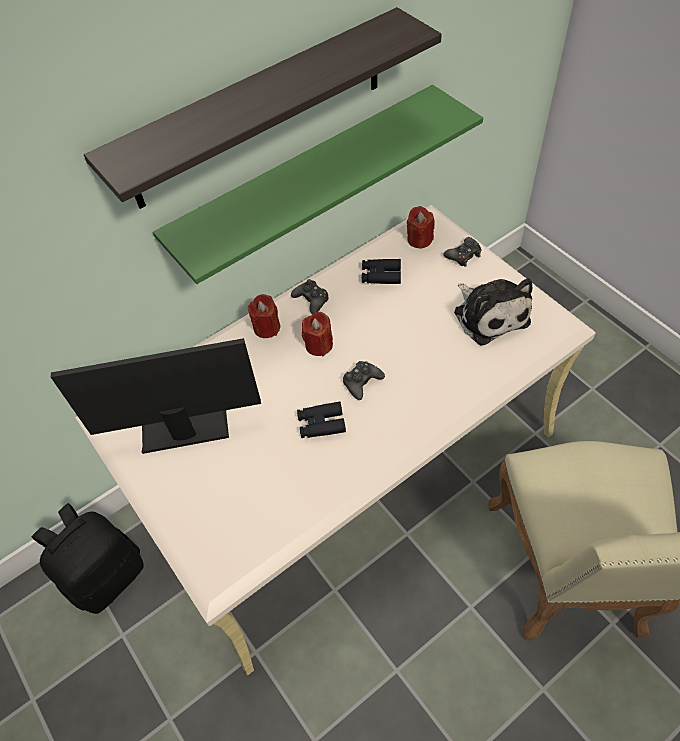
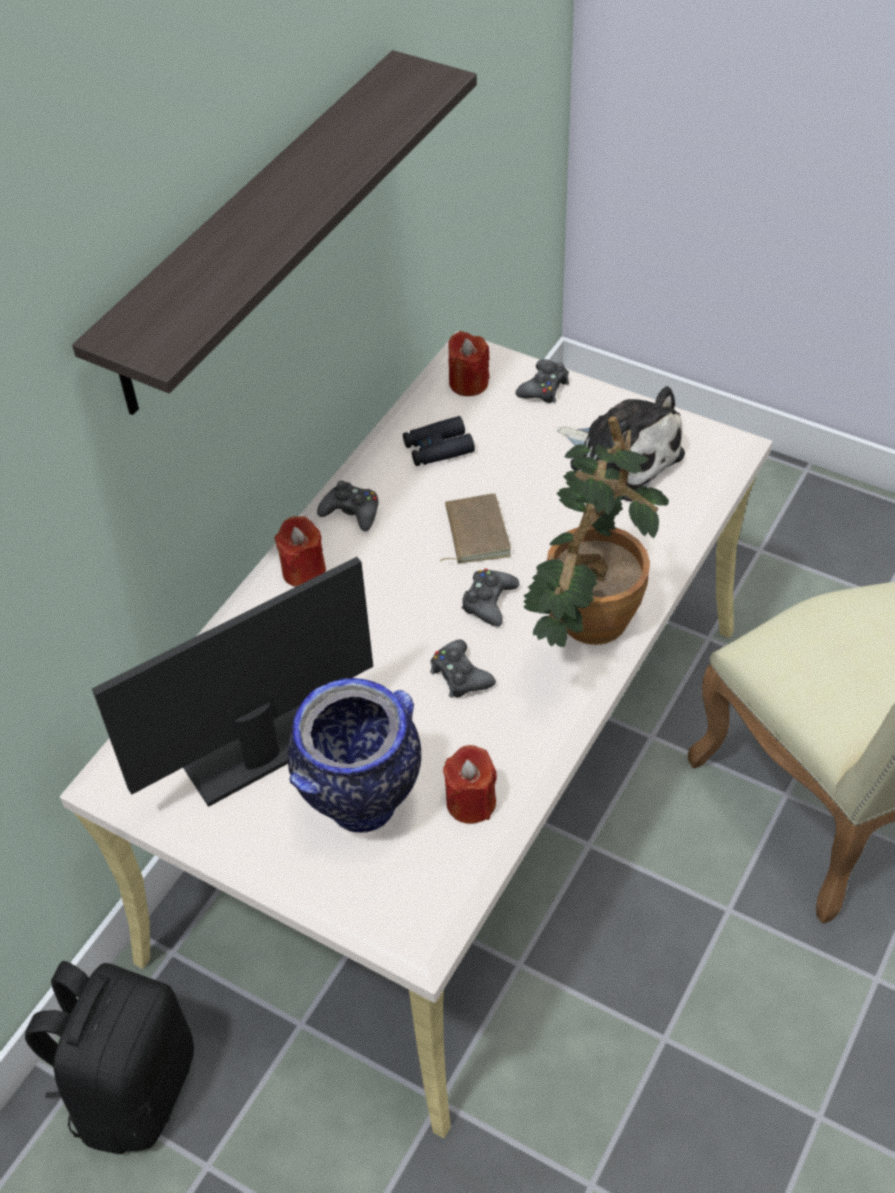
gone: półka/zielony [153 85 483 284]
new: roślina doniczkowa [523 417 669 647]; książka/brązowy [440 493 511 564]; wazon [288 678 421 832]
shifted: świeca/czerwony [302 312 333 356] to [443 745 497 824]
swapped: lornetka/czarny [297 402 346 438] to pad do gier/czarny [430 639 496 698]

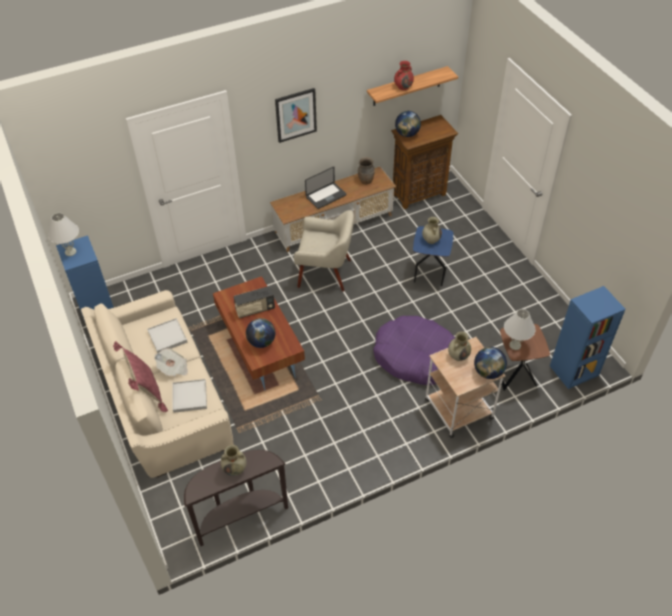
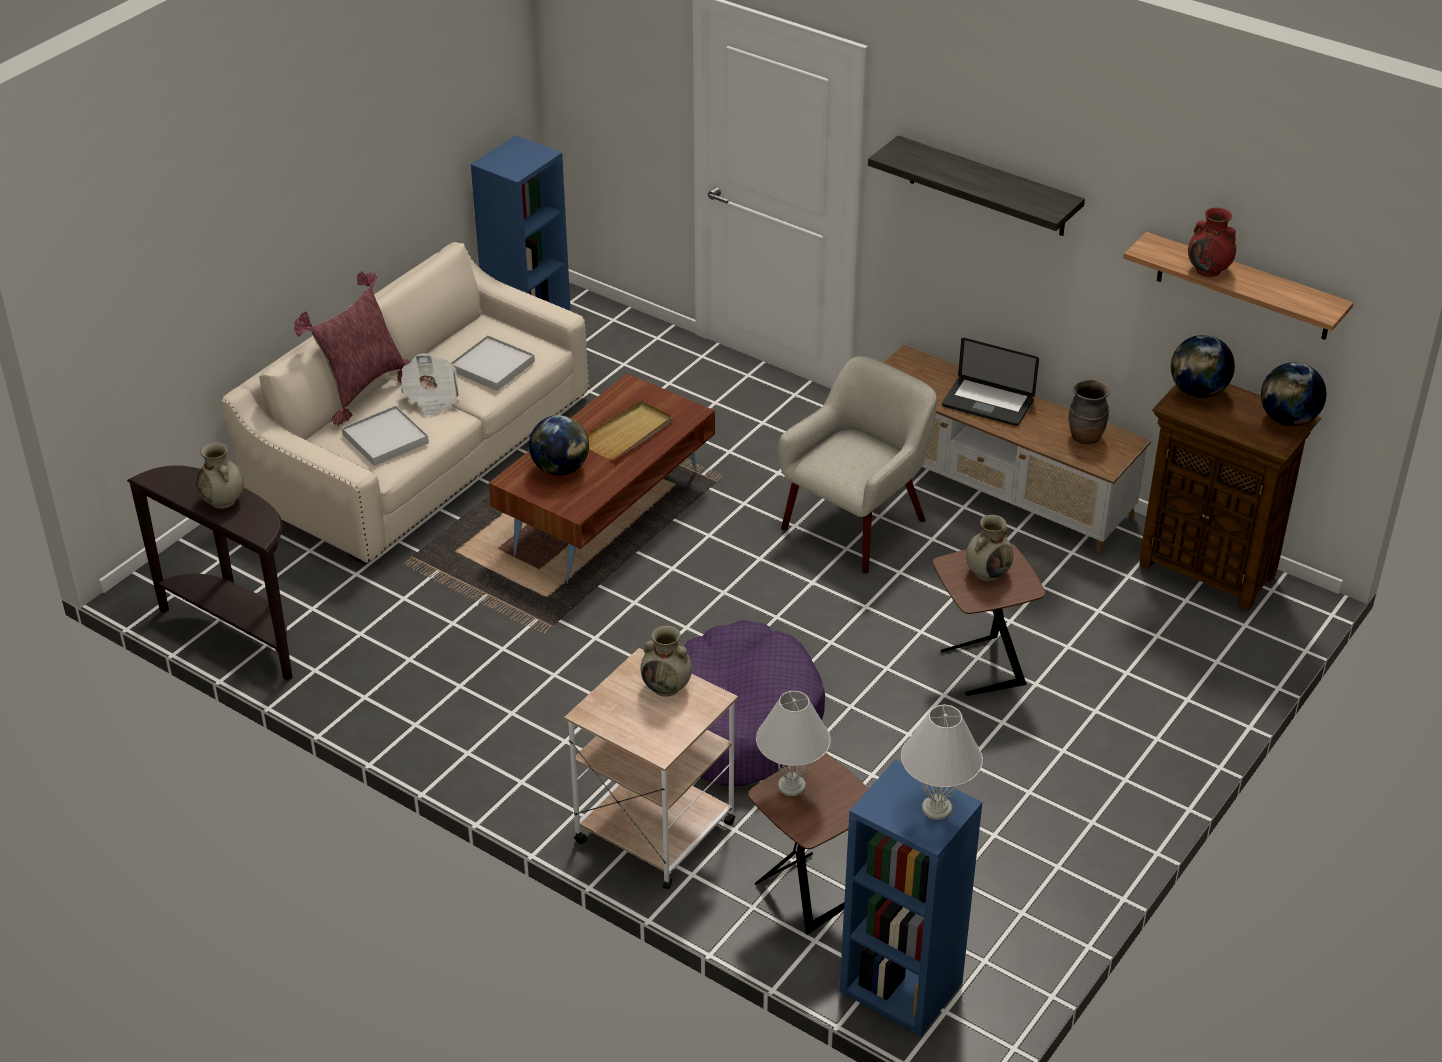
shifted: lampa stołowa/biały [48 213 79 256] to [901 705 983 820]; globus [474 347 507 379] to [1261 362 1327 426]
swapped: obraz [275 88 317 143] to półka [868 135 1085 236]; radio [233 286 275 318] to taca/beżowy [587 400 673 460]
repainted: stolik/niebieski [413 226 453 286] to stolik/brązowy [933 543 1045 696]
rotated: fotel/beżowy [294 210 354 292] = [778 356 937 573] 120 degrees counterclockwise

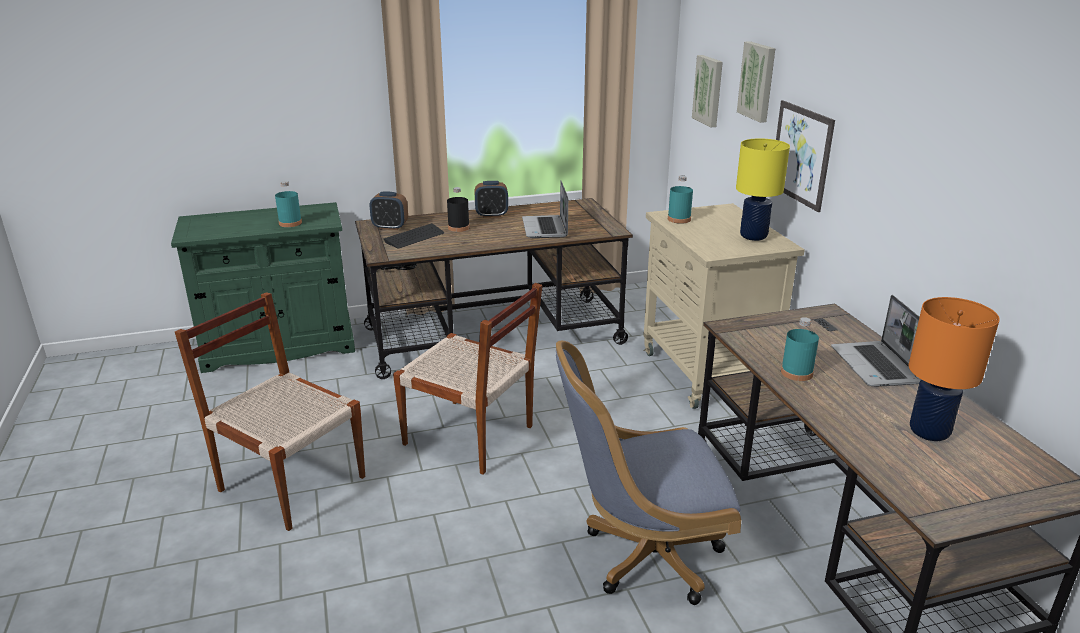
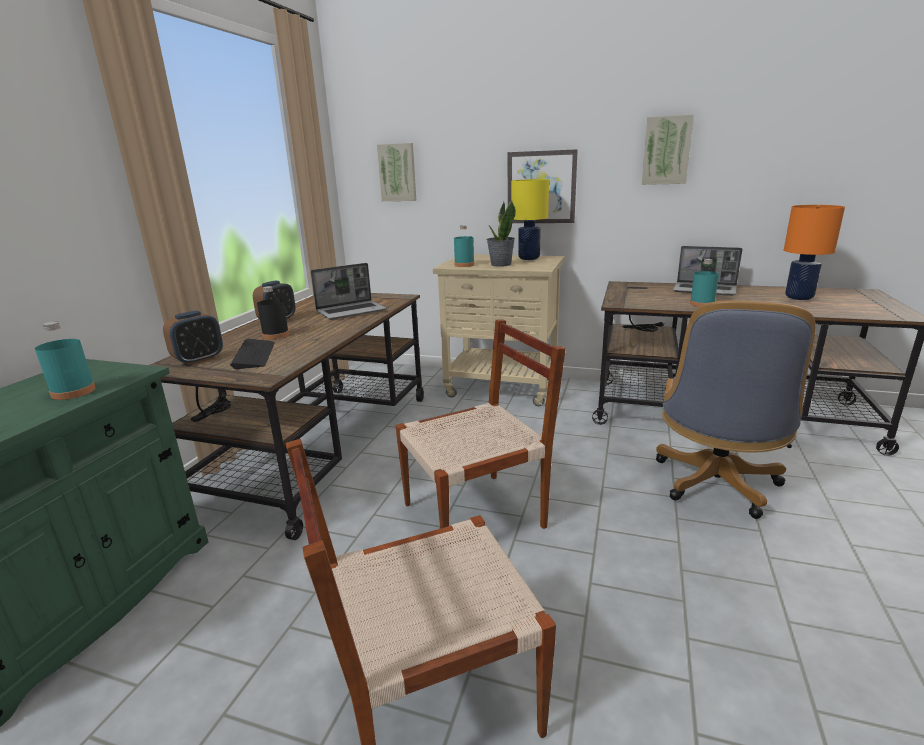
new: roślina doniczkowa [487 200 516 267]
shifted: obraz [737 41 775 123] to [642 114 694 185]
rotated: laptop [522 180 568 238] = [311 263 387 320] 60 degrees counterclockwise

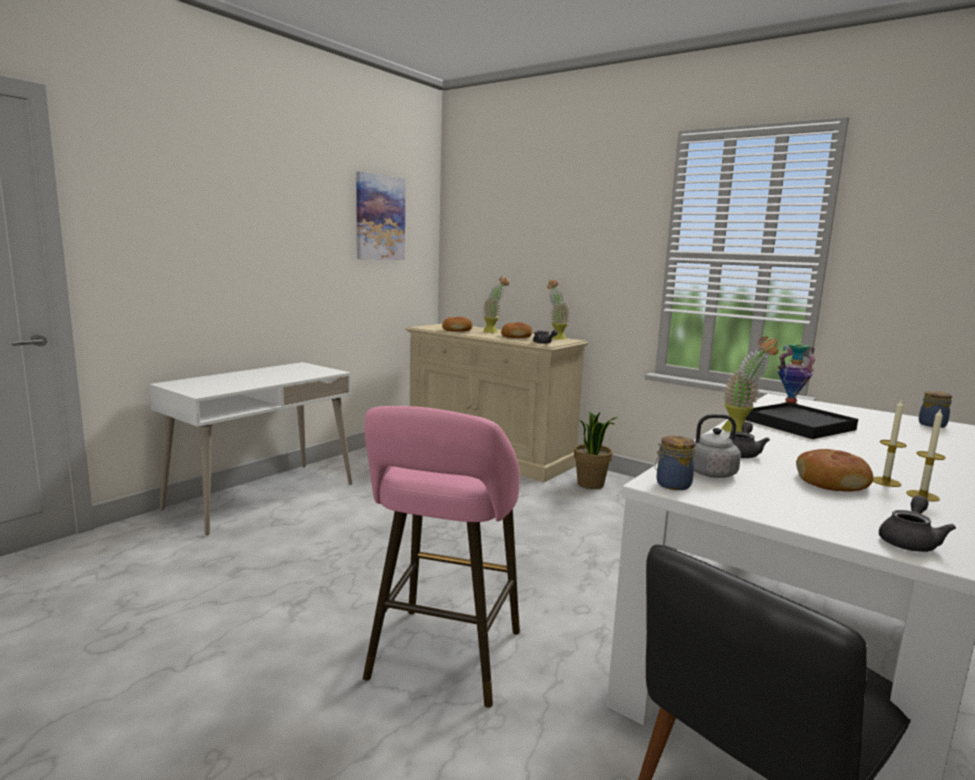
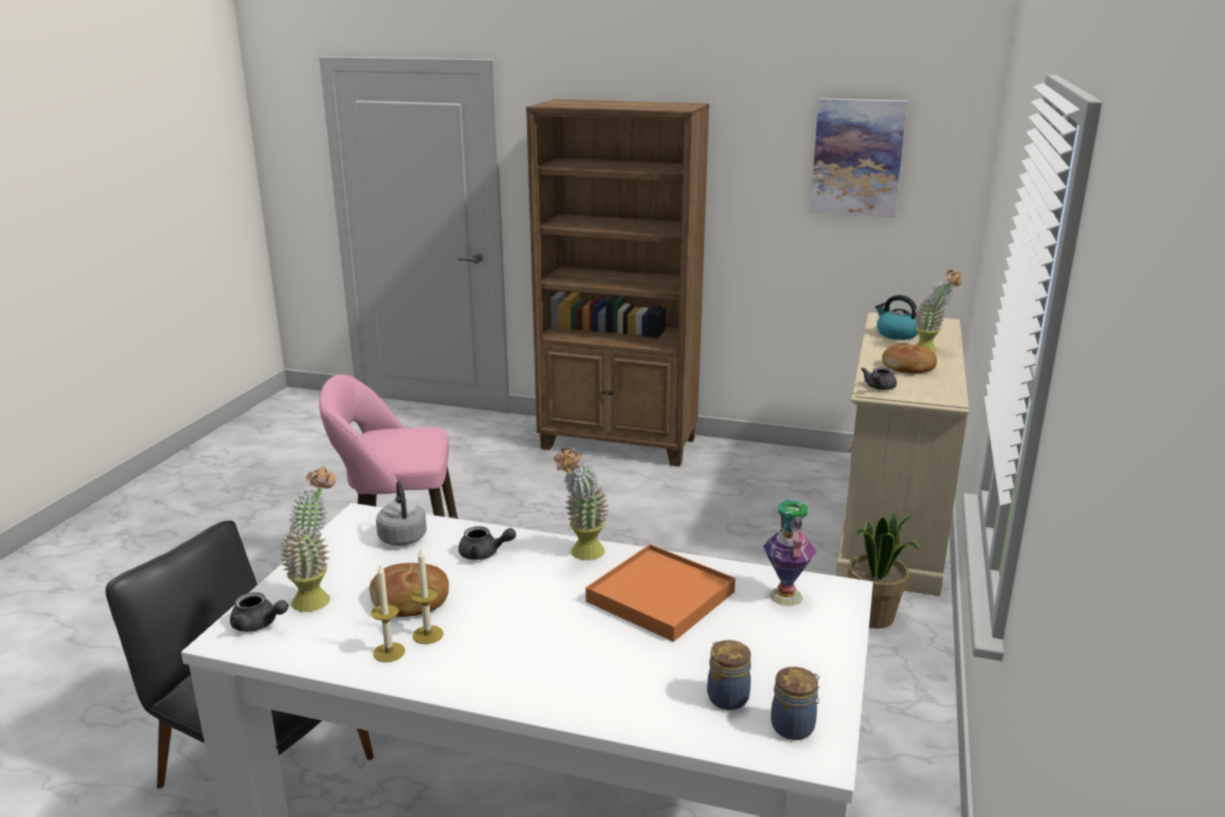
shifted: roślina doniczkowa [547 280 570 340] to [280 466 336 612]; słoik [655 436 695 490] to [707 640 751 710]
swapped: chleb [442 317 473 332] to czajnik [875 295 918 340]; biurko/biały [149 362 352 535] to regał/brązowy [526 99 710 467]
repainted: taca/czarny [745 402 858 439] to taca/pomarańczowy [586 544 735 642]

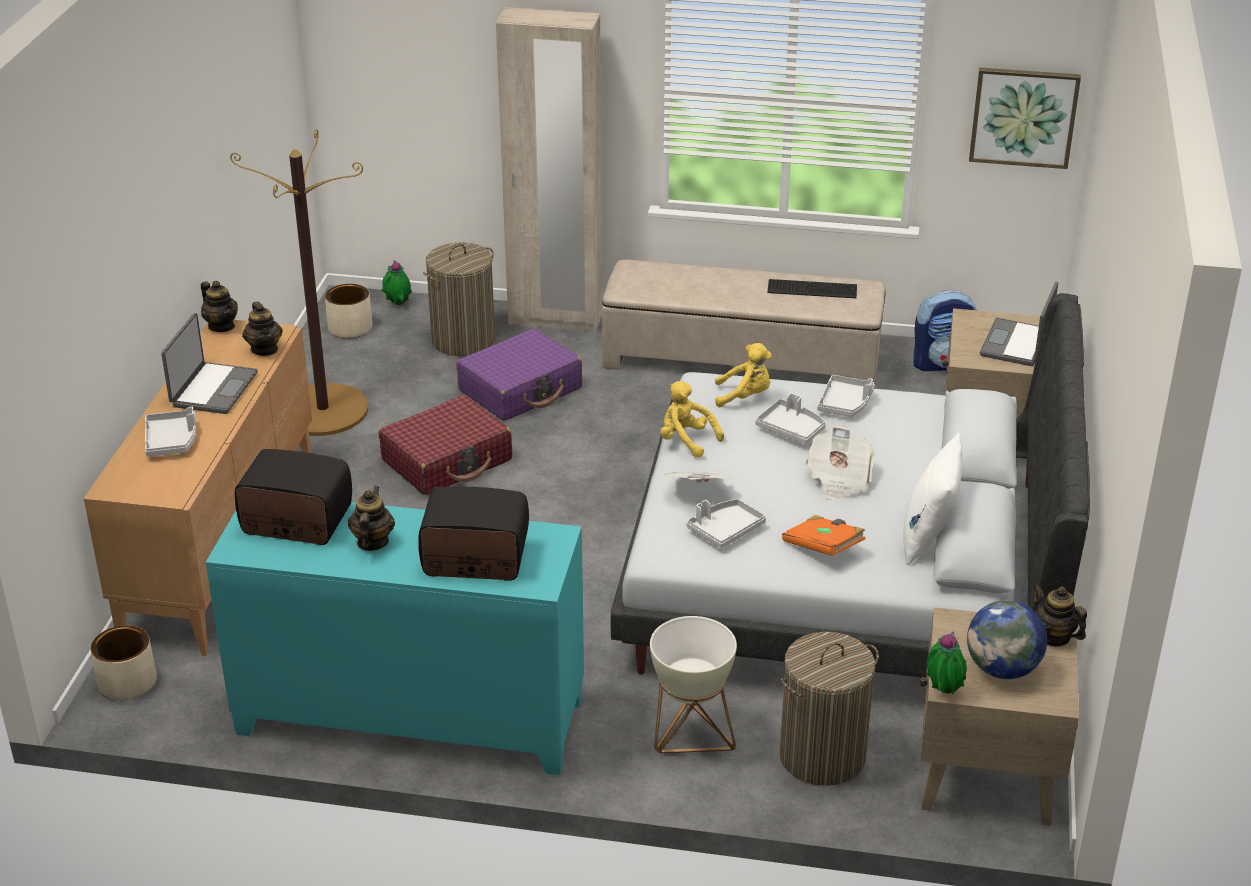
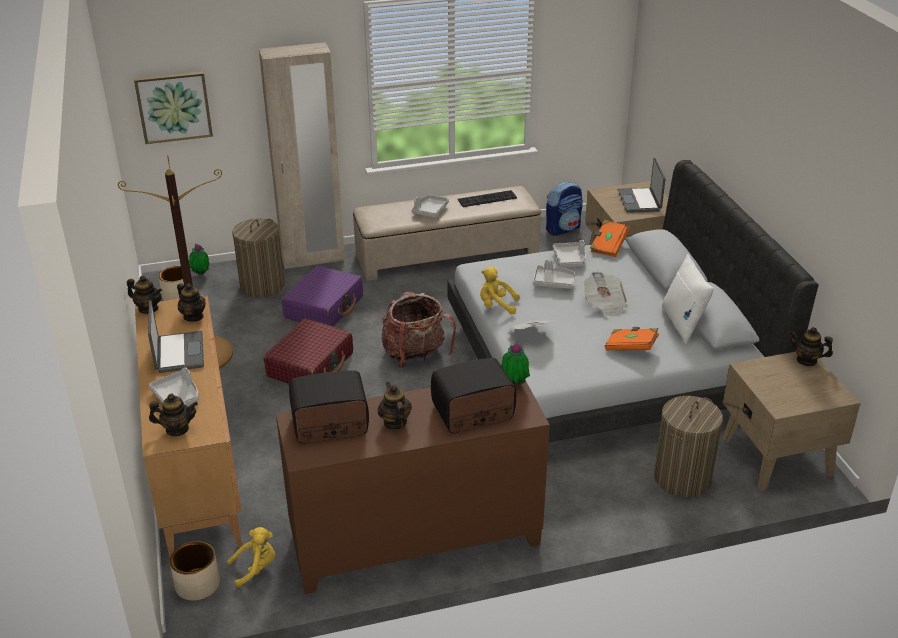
gone: globus [967 600 1047 679]; donica [650 616 737 753]
new: książka/pomarańczowy [590 220 630 257]; plecak [382 292 456 368]; imbryk [149 393 198 436]
shifted: obraz [969 68 1081 169] to [134 72 213 144]; pluszak/żółty [715 343 772 407] to [227 527 275 588]; taca/szary [686 499 766 548] to [412 195 449 218]; roślina doniczkowa [927 631 967 694] to [501 341 530 385]
repainted: szafka/turkusowy [206 502 584 775] to szafka/brązowy [276 380 550 594]

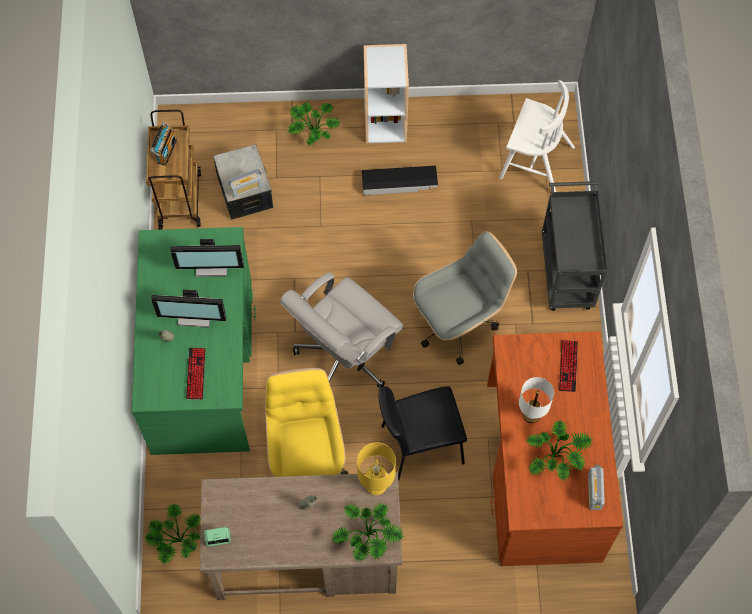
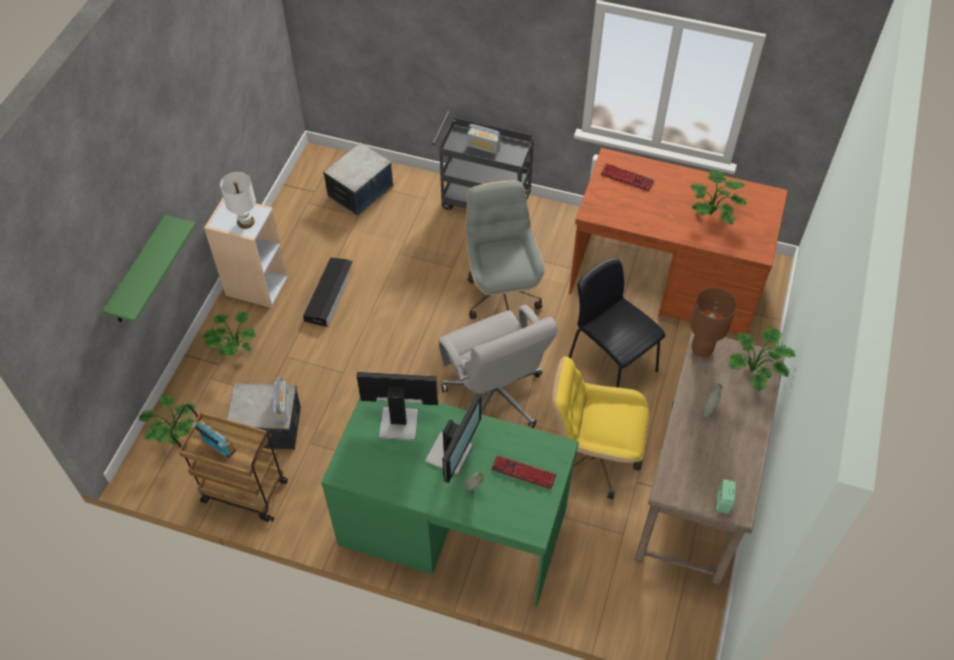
new: półka/zielony [102 215 196 322]
shifted: lampa stołowa/biały [519 377 554 423] to [220 172 256 229]; radio [588 465 605 510] to [467 124 501 154]; roślina doniczkowa [145 503 201 565] to [139 394 196 445]
swapped: krzesło/biały [499 80 575 192] to pojemnik do przechowywania [323 142 393 216]
repainted: lampa stołowa/żółty [357 442 396 495] to lampa stołowa/brązowy [690 287 737 357]
rotated: monitor [170 239 244 277] = [357 372 438 441] 105 degrees counterclockwise; krzesło/czarny [379 386 467 481] = [569 257 665 387] 135 degrees clockwise

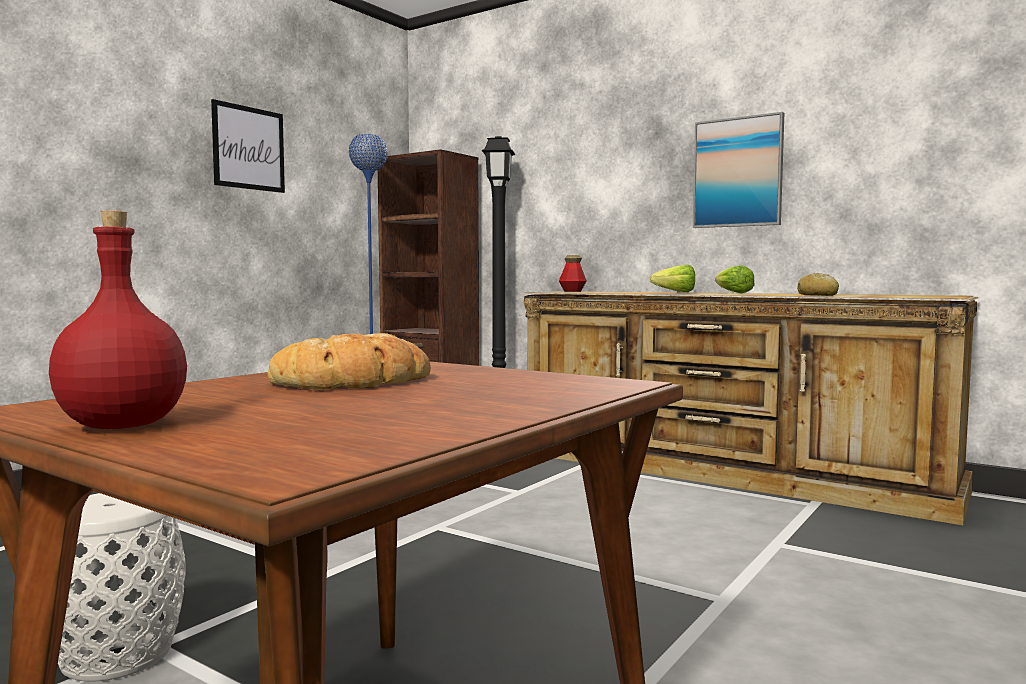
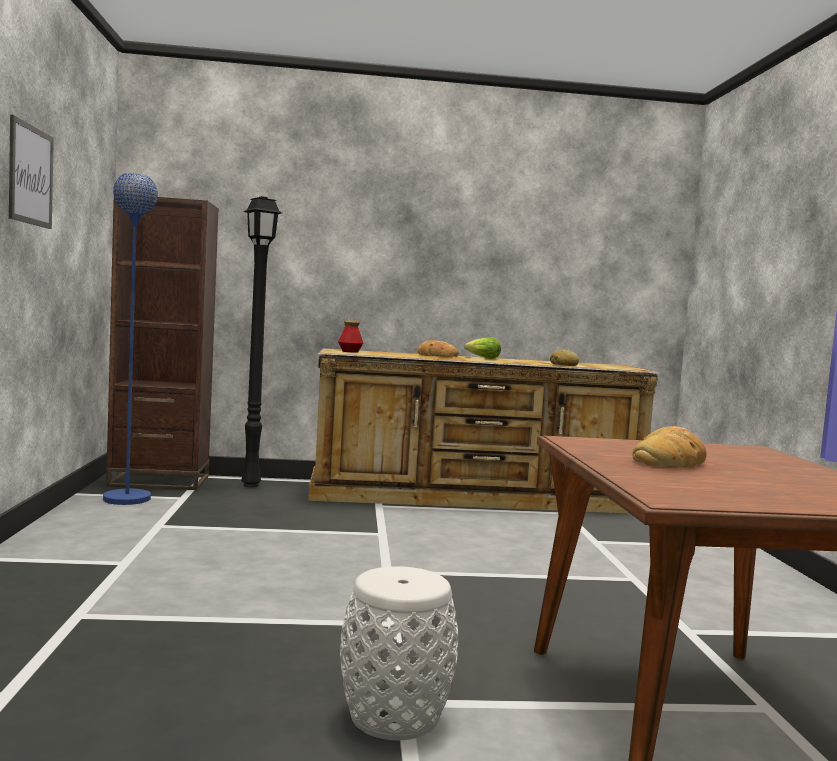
gone: obraz [693 112 784 228]; butelka/czerwony [49 210 187 429]
swapped: sałata [650 265 695 292] to chleb [418 340 459 357]

